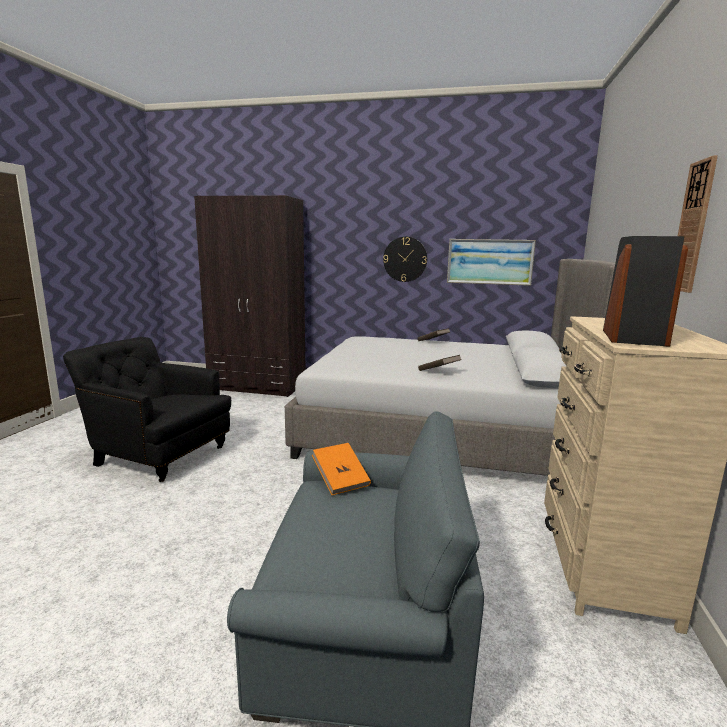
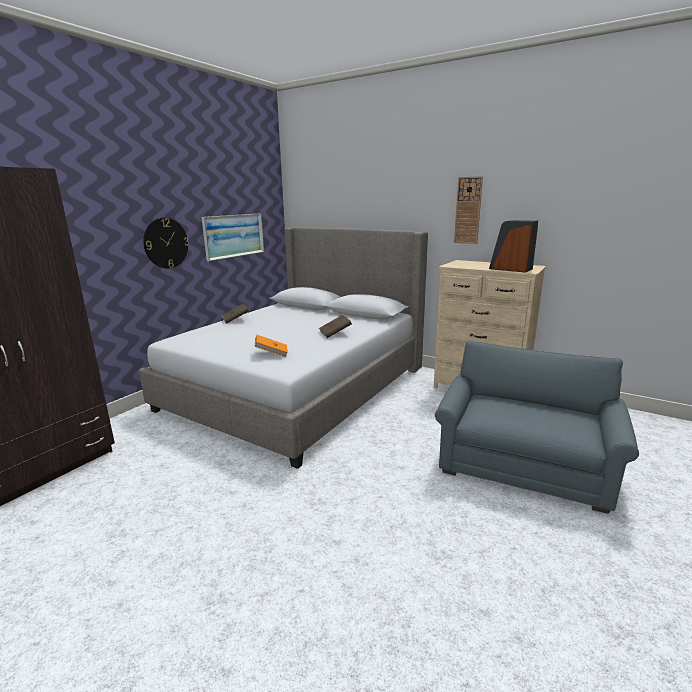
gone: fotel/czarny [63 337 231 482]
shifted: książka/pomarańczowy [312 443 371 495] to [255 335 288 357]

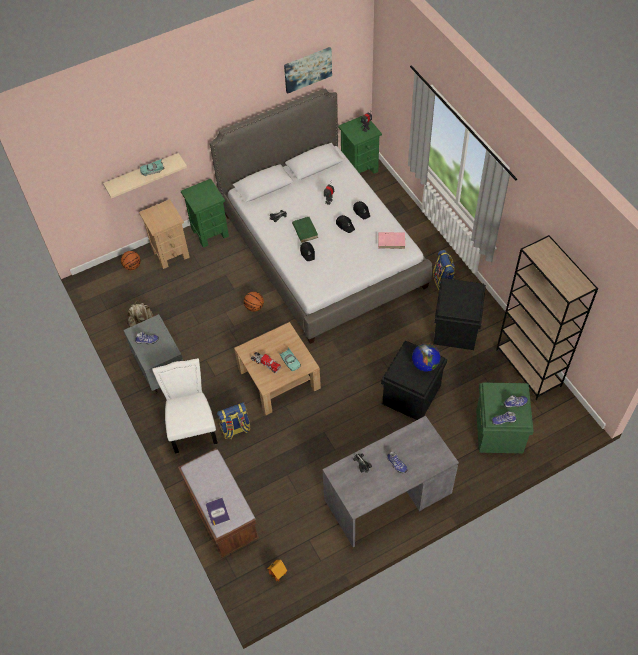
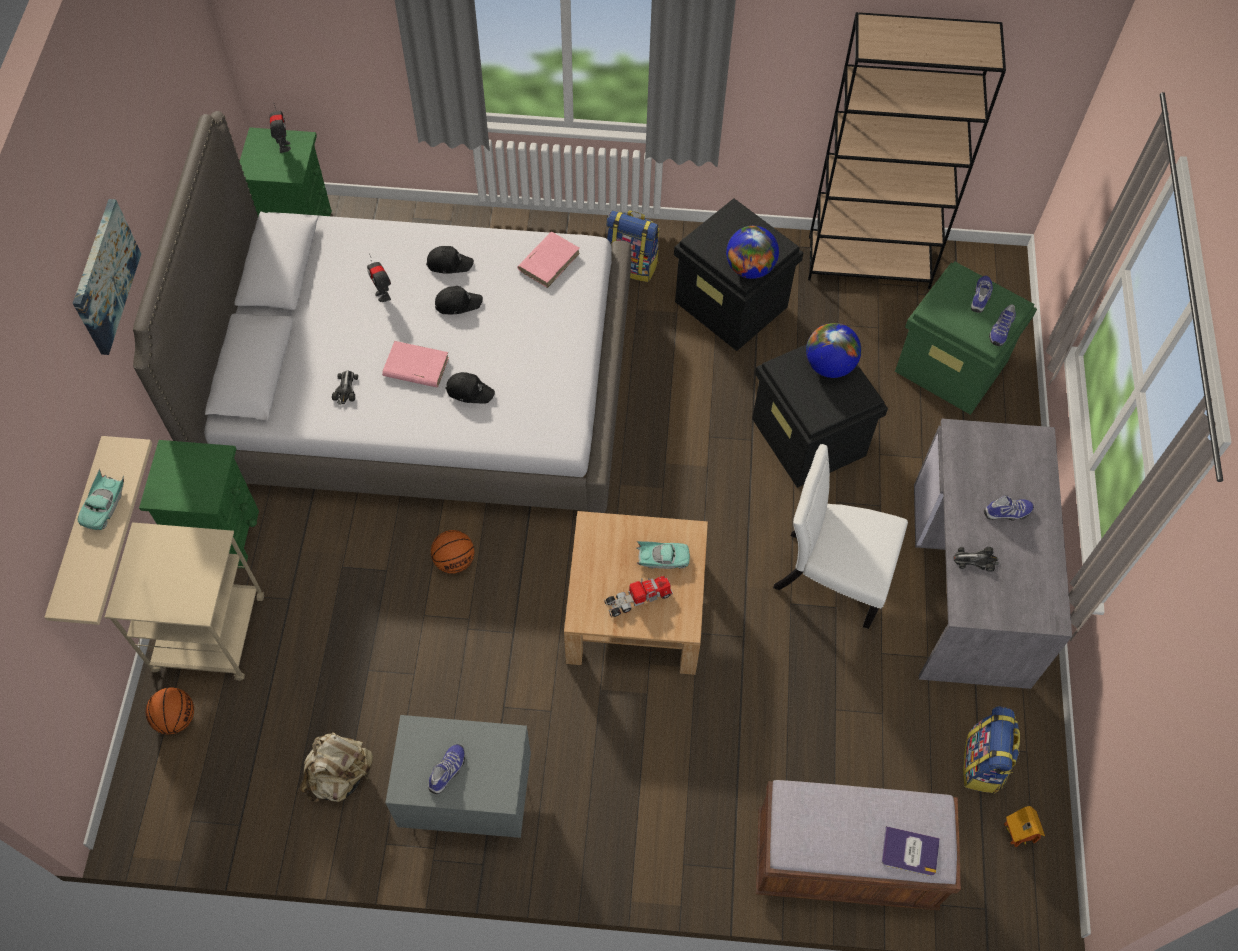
new: globus [726 226 779 279]
shifted: obraz [284 47 332 94] to [73 199 141 355]; krzesło/biały [152 358 218 454] to [773 444 908 629]; plecak [217 402 251 439] to [963 706 1020 794]
swapped: szafka nocna/beżowy [139 199 190 269] to wózek/beżowy [105 522 264 680]
repainted: książka/zielony [292 217 318 242] to książka/różowy [382 341 449 388]

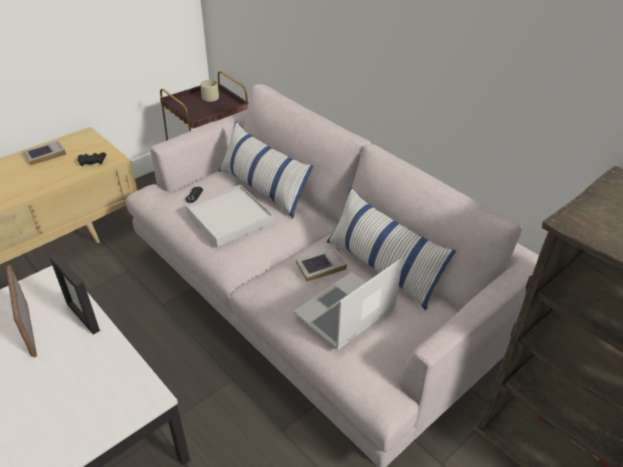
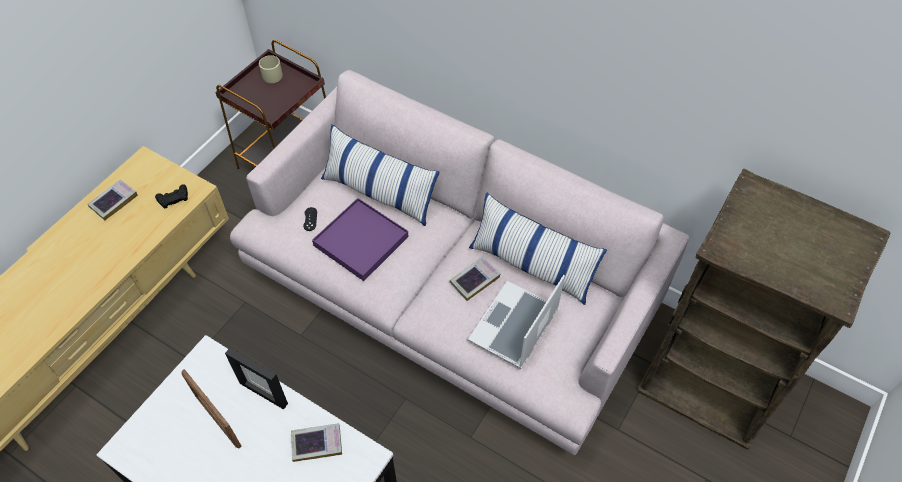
new: książka [291 423 342 462]
repainted: taca/biały [186 185 274 247] to taca/fioletowy [312 198 408 281]

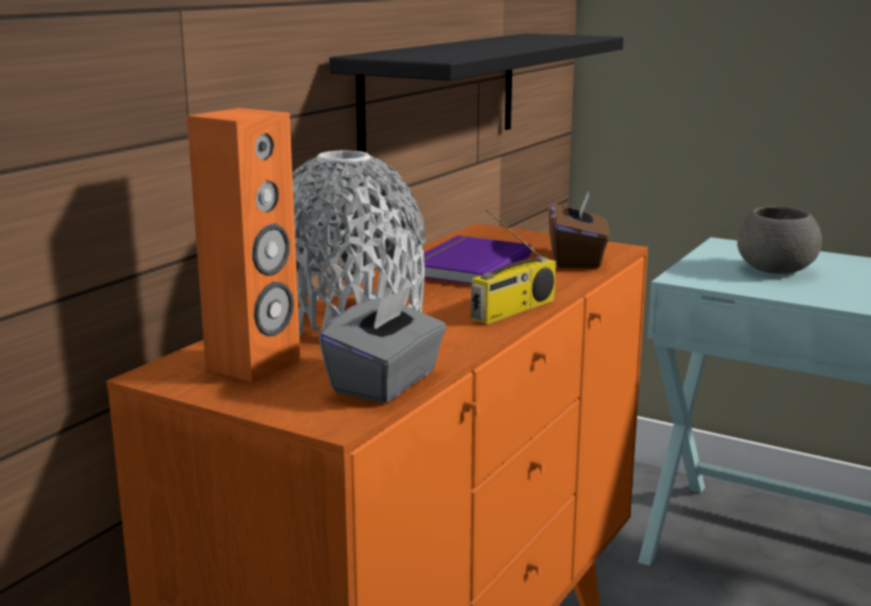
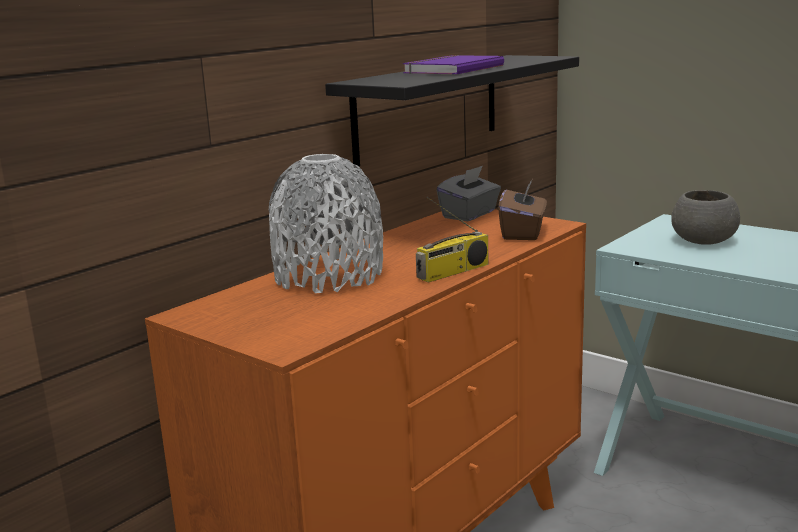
gone: głośnik/pomarańczowy [187 108 300 383]
shifted: książka/fioletowy [424 235 532 285] to [403 55 504 75]; pudełko chusteczek/szary [319 286 447 403] to [437 166 501 221]

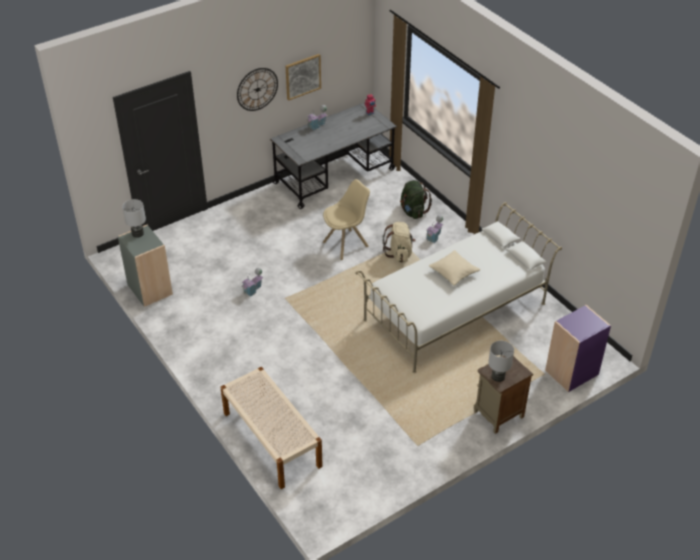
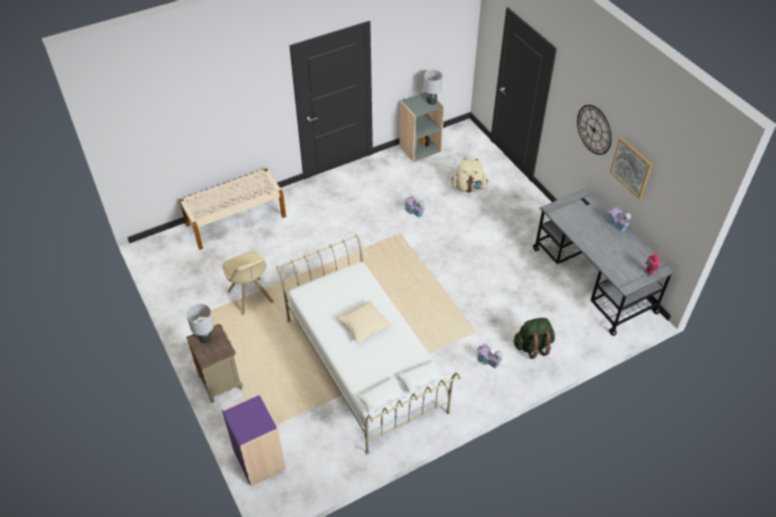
shifted: krzesło/beżowy [323 179 370 260] to [222 251 274 315]; plecak/beżowy [383 222 416 263] to [452 159 488 193]

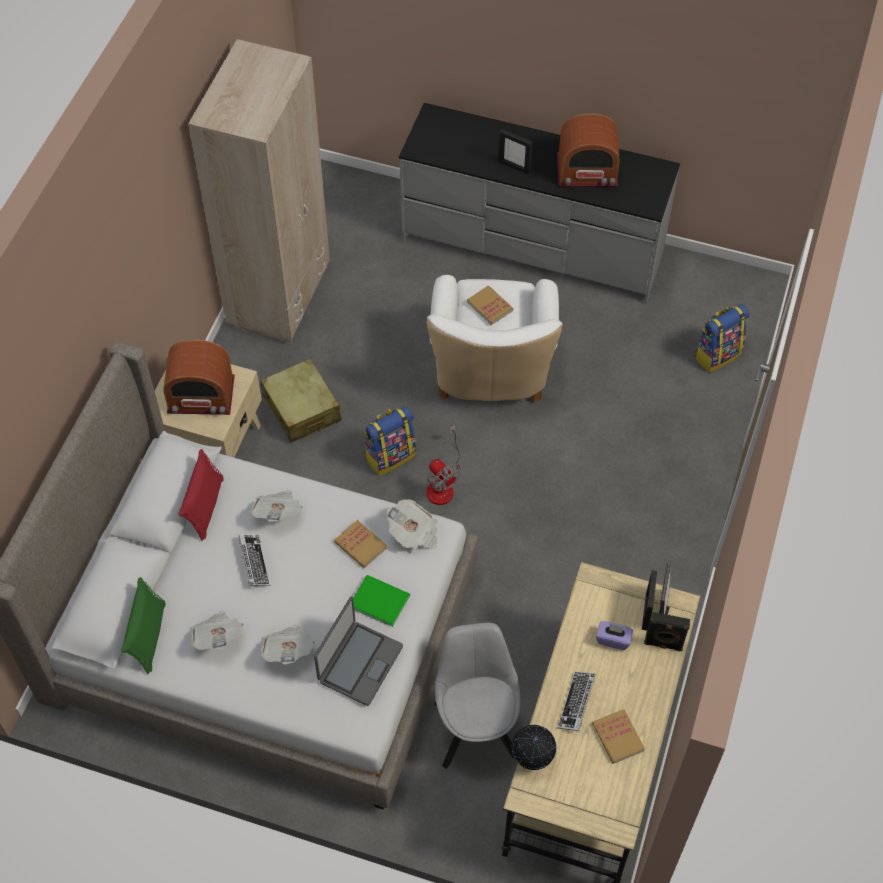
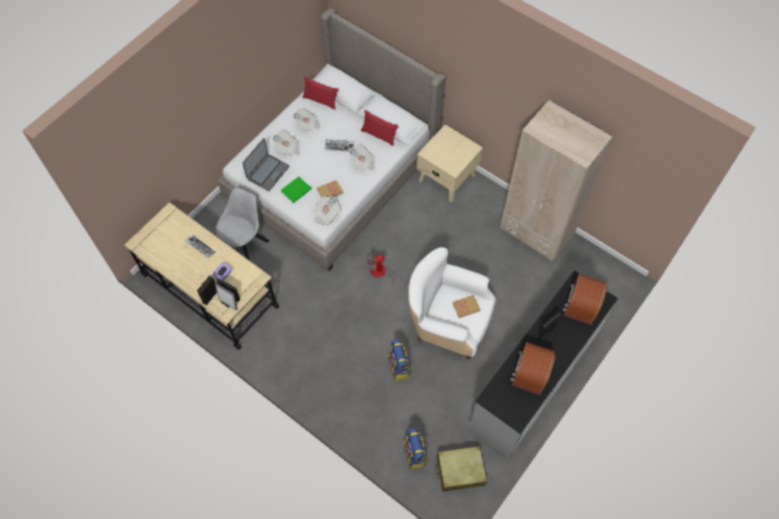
gone: książka [592 709 645 764]; globus [512 725 556 770]
shifted: radio [163 340 235 415] to [563 274 607 325]; walizka/beżowy [260 359 341 442] to [436 446 487 492]; plecak [364 406 416 476] to [388 340 411 381]
repainted: poduszka/zielony [121 577 166 674] to poduszka/czerwony [303 76 338 110]
rotated: laptop [314 596 403 706] = [242 138 289 191] 105 degrees counterclockwise; krzesło/szary [434 623 521 769] = [216 188 269 261] 75 degrees counterclockwise

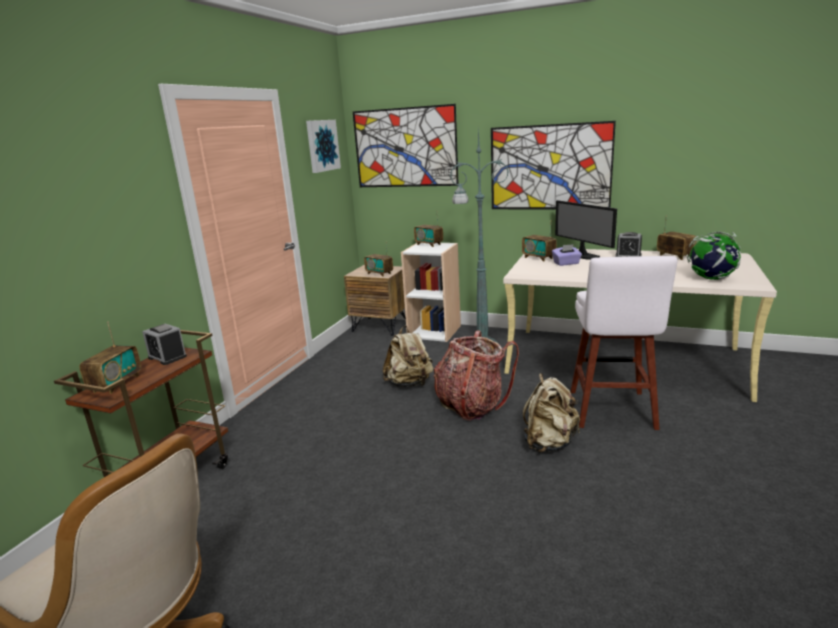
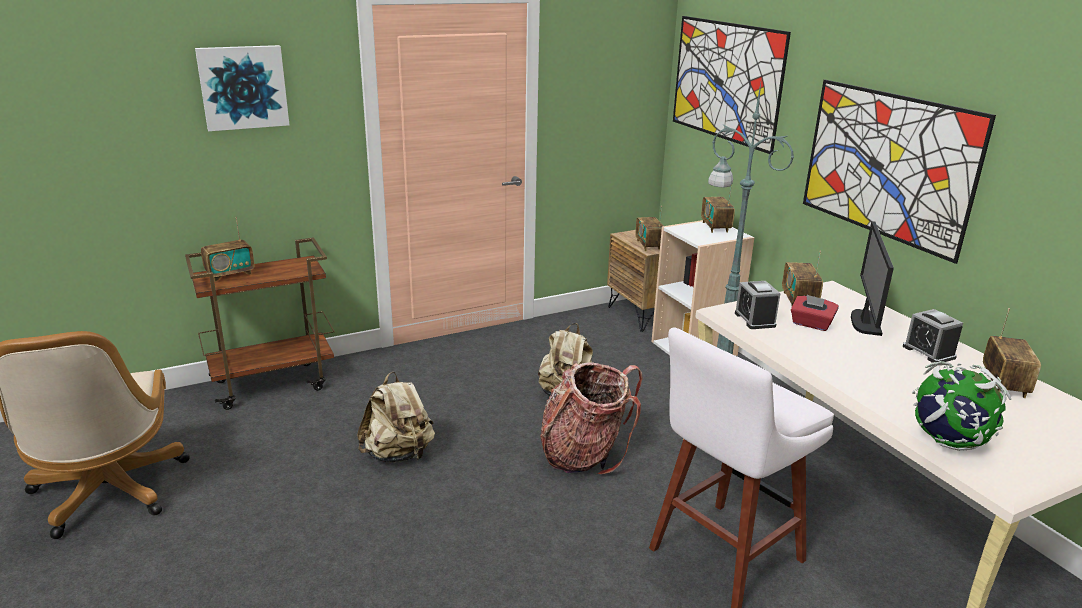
shifted: obraz [306 120 341 173] to [195 45 289 131]; budzik [142 324 187 365] to [735 281 781 329]; plecak/beżowy [523 373 580 452] to [357 372 435 463]
repainted: pudełko chusteczek/fioletowy [552 244 582 266] to pudełko chusteczek/czerwony [791 295 839 331]

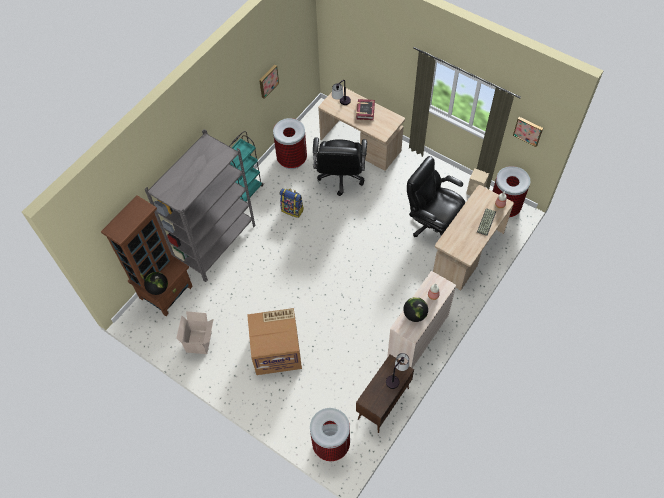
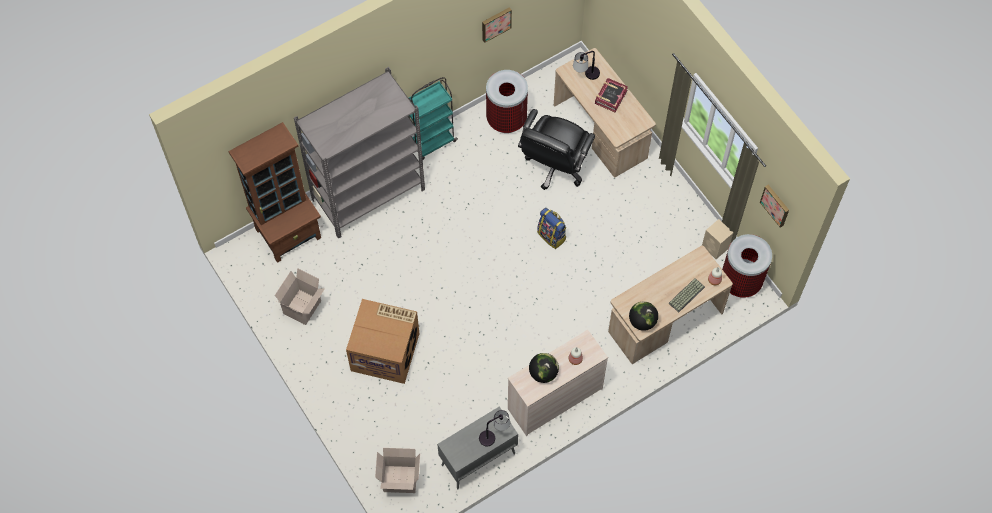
gone: krzesło biurowe/czarny [407 156 465 237]
shifted: plecak [280 188 304 218] to [537 208 567 249]; globus [144 272 168 295] to [629 301 658 331]
swapped: kosz na śmieci [310 408 350 461] to karton [375 448 420 493]
repainted: szafka/brązowy [356 355 414 433] to szafka/szary [437 407 518 490]

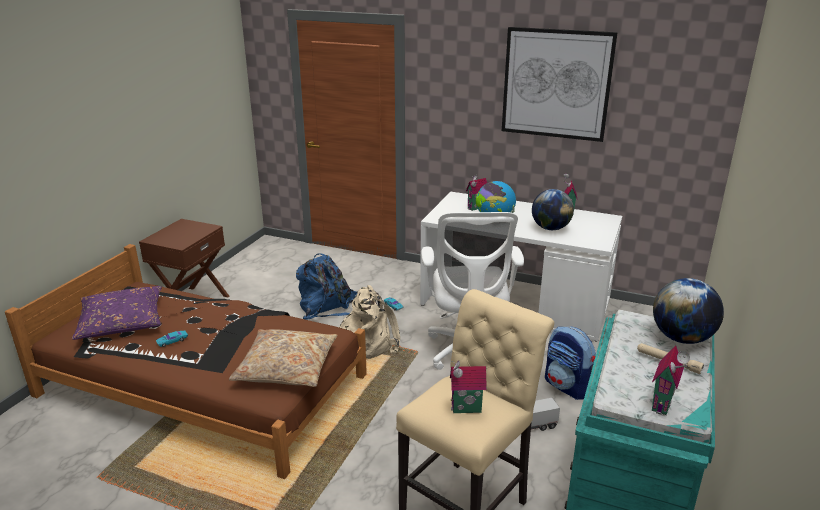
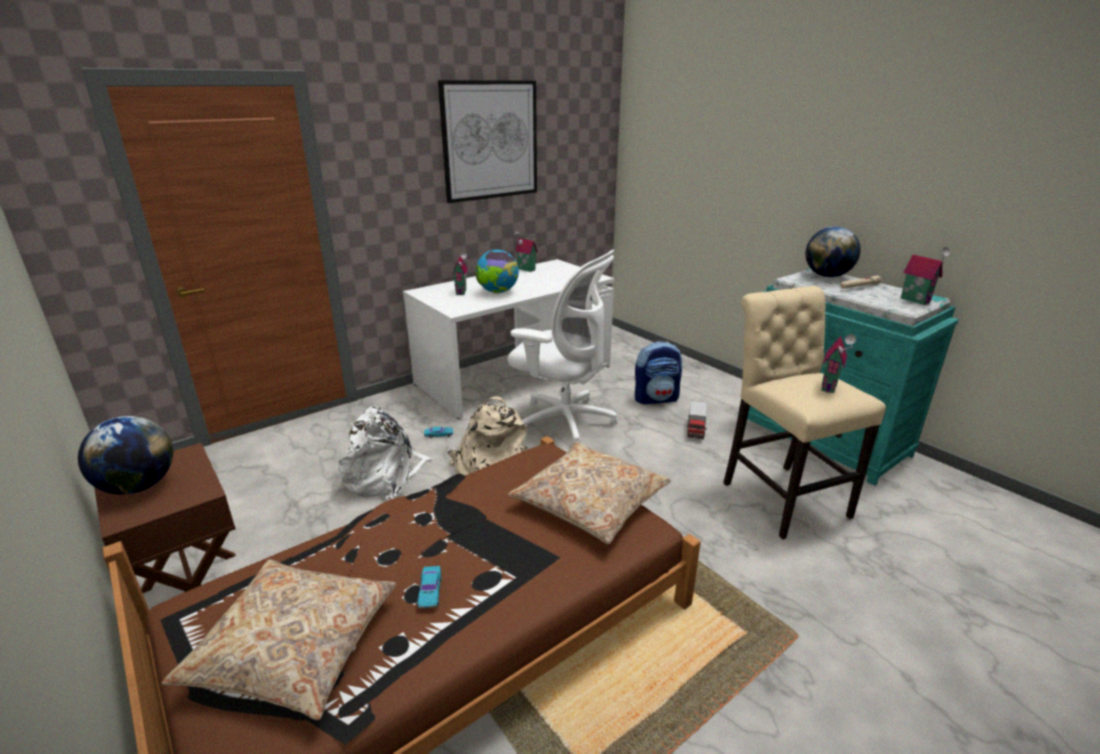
shifted: globus [532 189 574 230] to [78 416 173 495]
repainted: plecak/niebieski [296 253 358 320] to plecak/biały [338 405 433 501]; poduszka/fioletowy [72 286 162 340] to poduszka/beżowy [162 559 396 721]

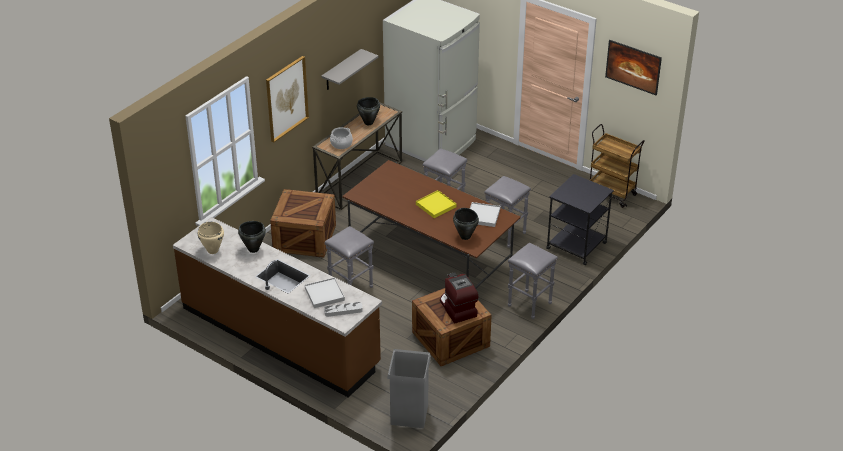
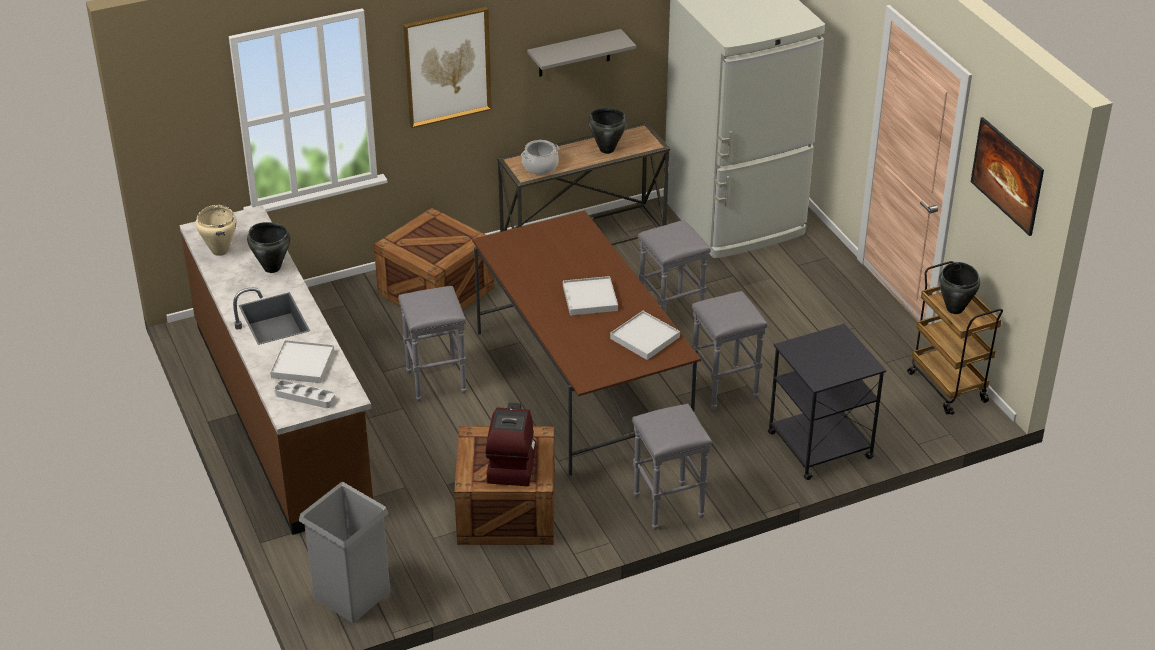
shifted: garnek/czarny [453 208 479 240] to [939 262 980 314]
repainted: taca/żółty [416 190 457 218] to taca/biały [563 276 618 316]

